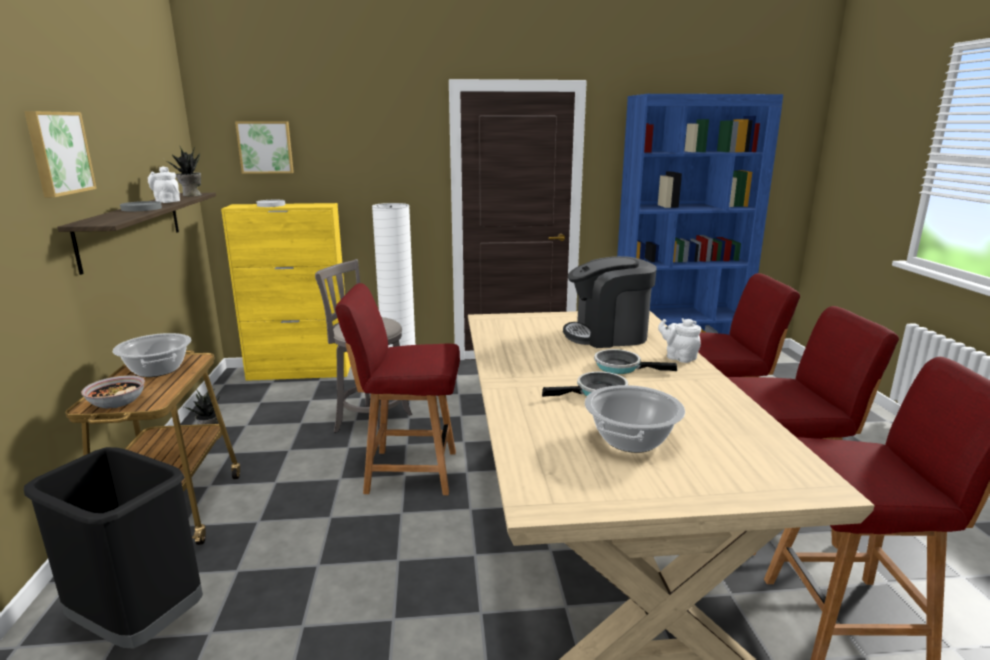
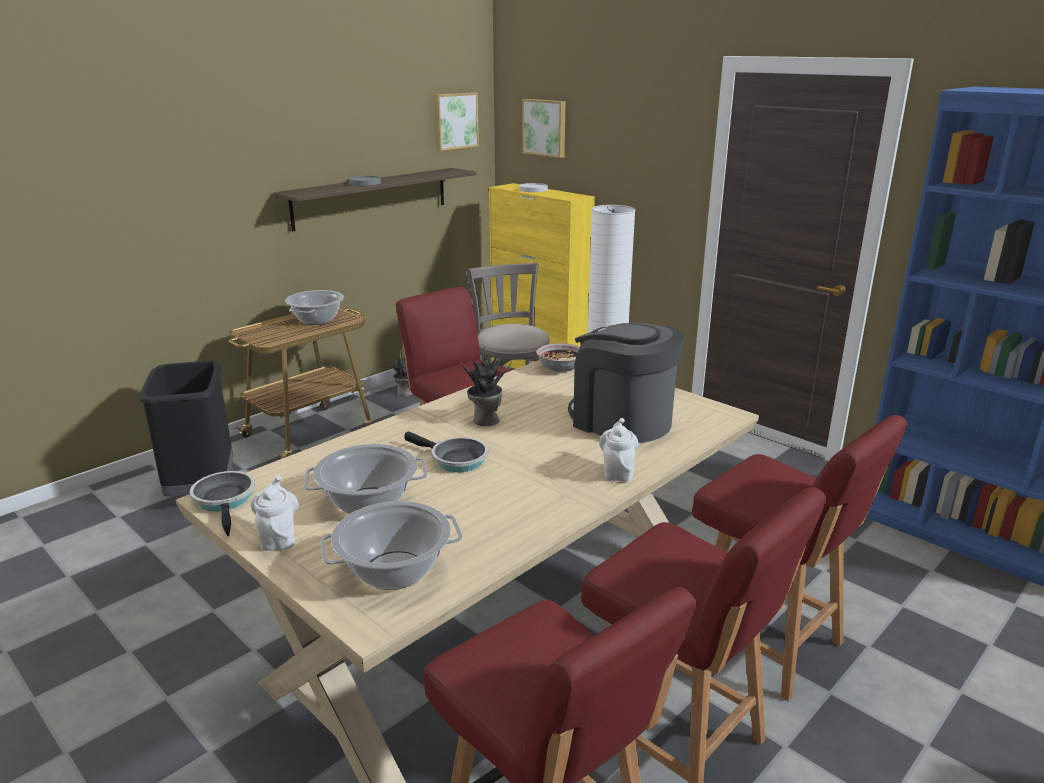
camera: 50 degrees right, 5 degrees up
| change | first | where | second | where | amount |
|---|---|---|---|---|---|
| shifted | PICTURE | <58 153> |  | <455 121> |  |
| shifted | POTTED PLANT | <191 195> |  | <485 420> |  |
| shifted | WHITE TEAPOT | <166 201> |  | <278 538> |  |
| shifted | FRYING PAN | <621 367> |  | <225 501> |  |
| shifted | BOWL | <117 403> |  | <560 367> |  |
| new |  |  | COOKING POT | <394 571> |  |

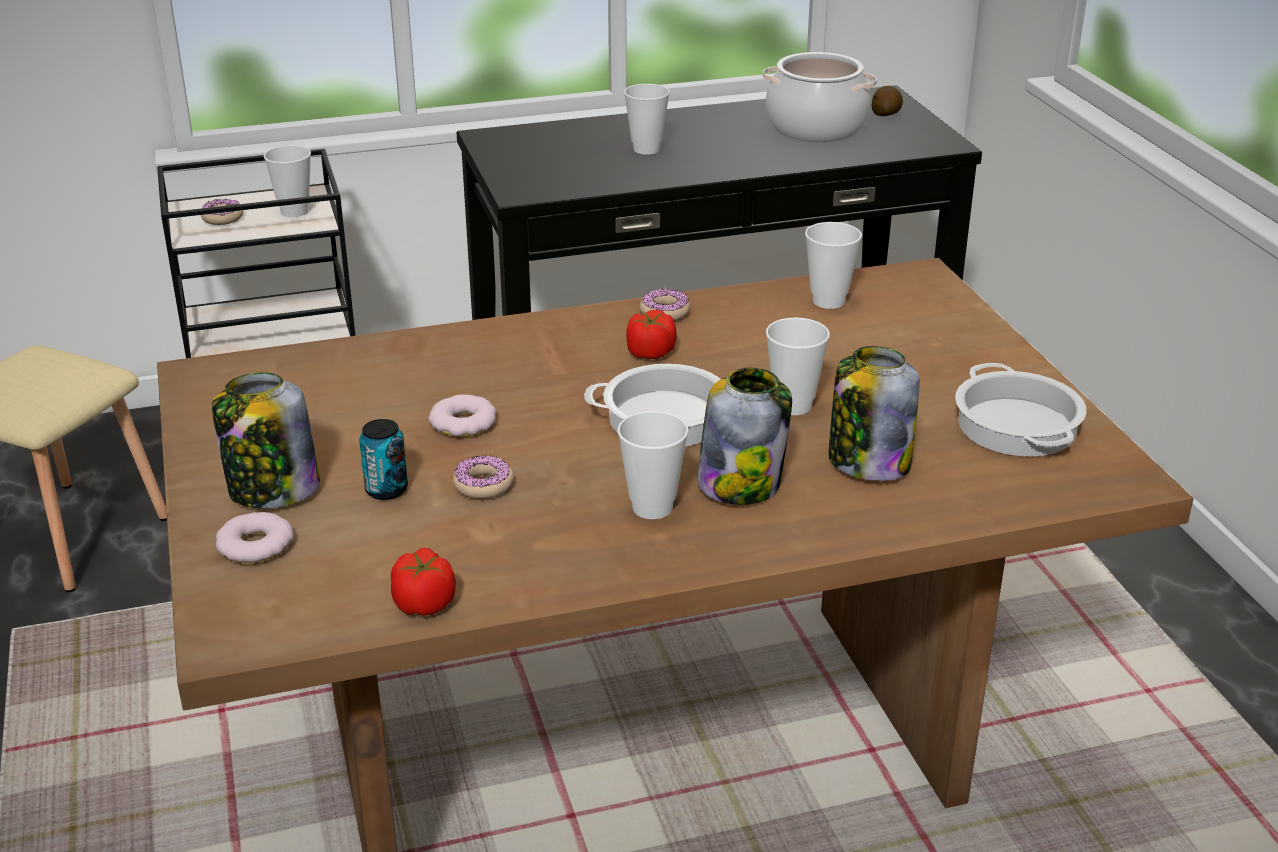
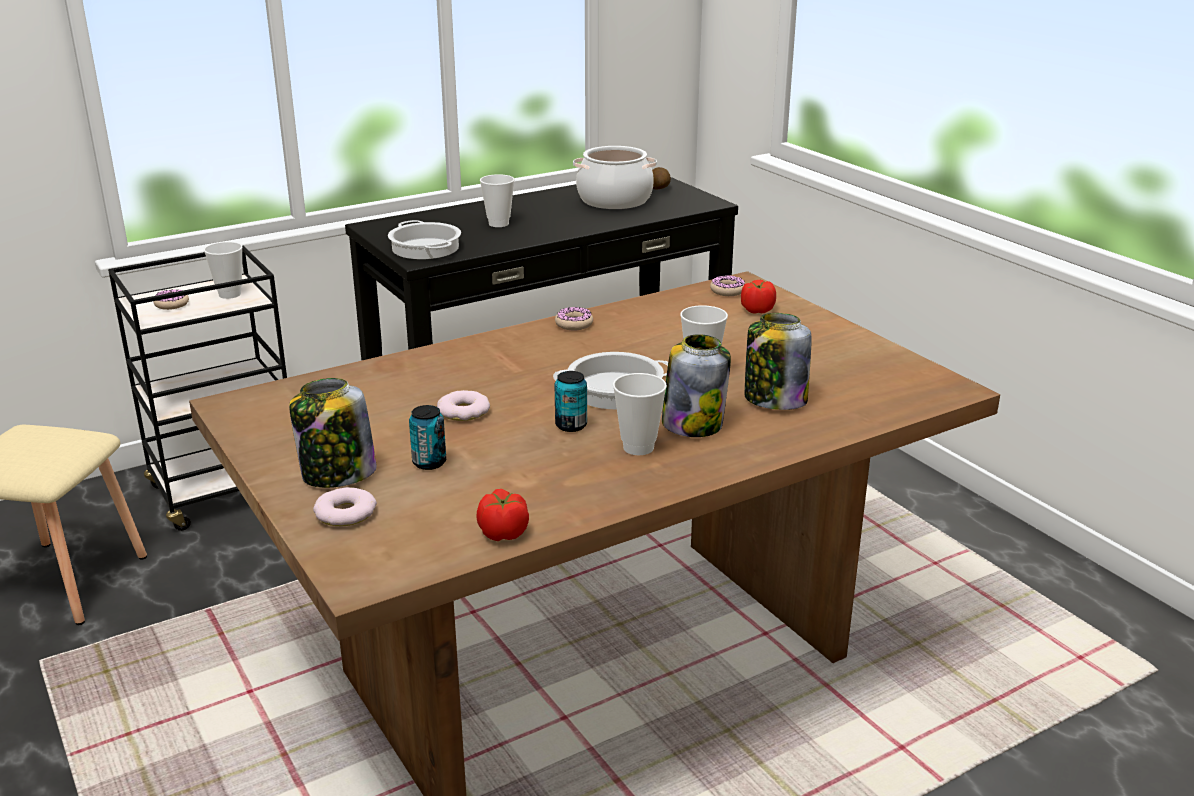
camera: 15 degrees left, 5 degrees down
| change | first | where | second | where | amount |
|---|---|---|---|---|---|
| gone | CUP | <828 301> |  |  |  |
| shifted | TOMATO | <650 353> |  | <757 310> |  |
| shifted | COOKING POT | <1018 426> |  | <426 248> |  |
| shifted | DONUT | <483 485> |  | <728 291> |  |
| new |  |  | CAN | <571 425> |  |

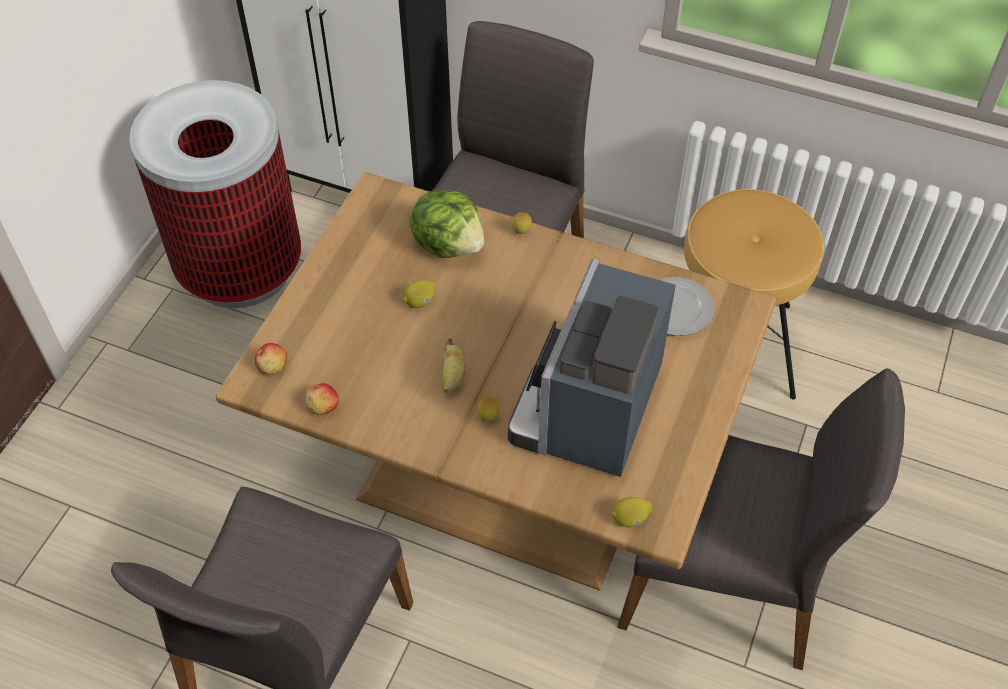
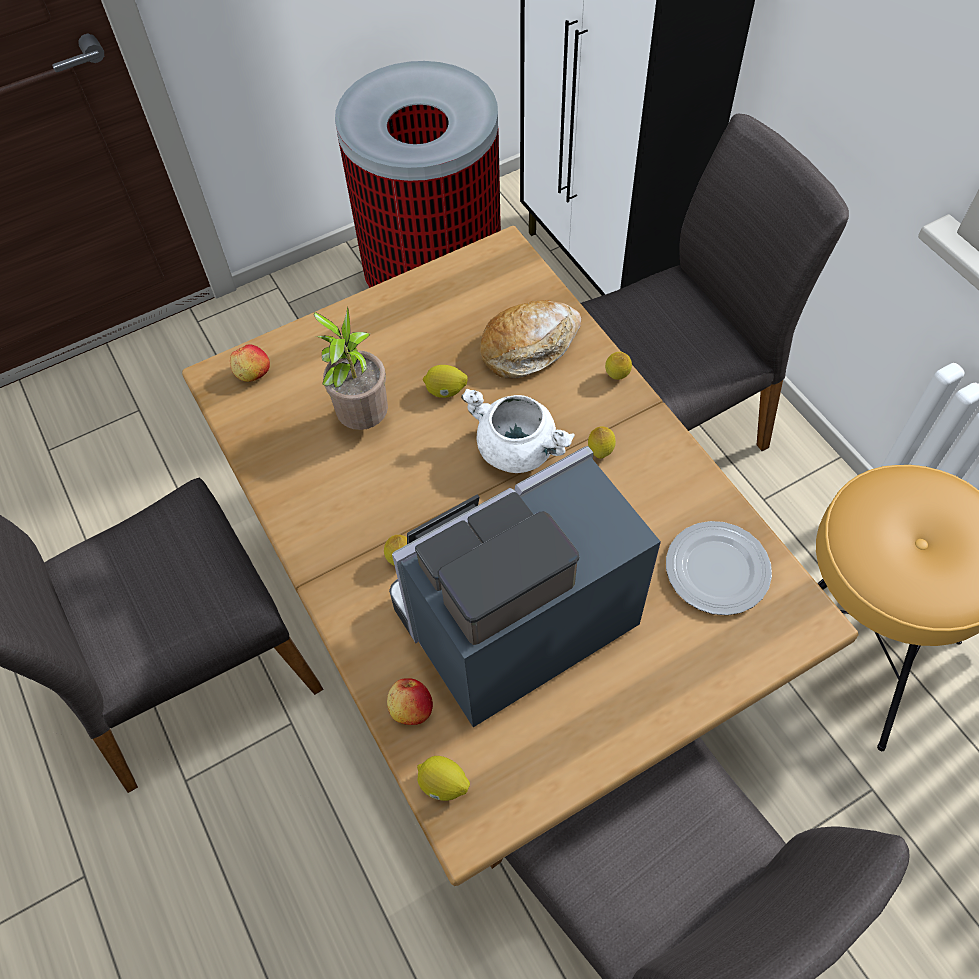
camera: 40 degrees right, 5 degrees up
| change | first | where | second | where | amount |
|---|---|---|---|---|---|
| swapped | LETTUCE | <449 244> | BREAD | <529 346> |  |
| gone | BANANA | <453 376> |  |  |  |
| shifted | APPLE | <323 407> |  | <411 708> |  |
| new |  |  | POTTED PLANT | <362 419> |  |
| new |  |  | WHITE COOKING POT | <518 449> |  |
| new |  |  | LEMON | <600 452> |  |

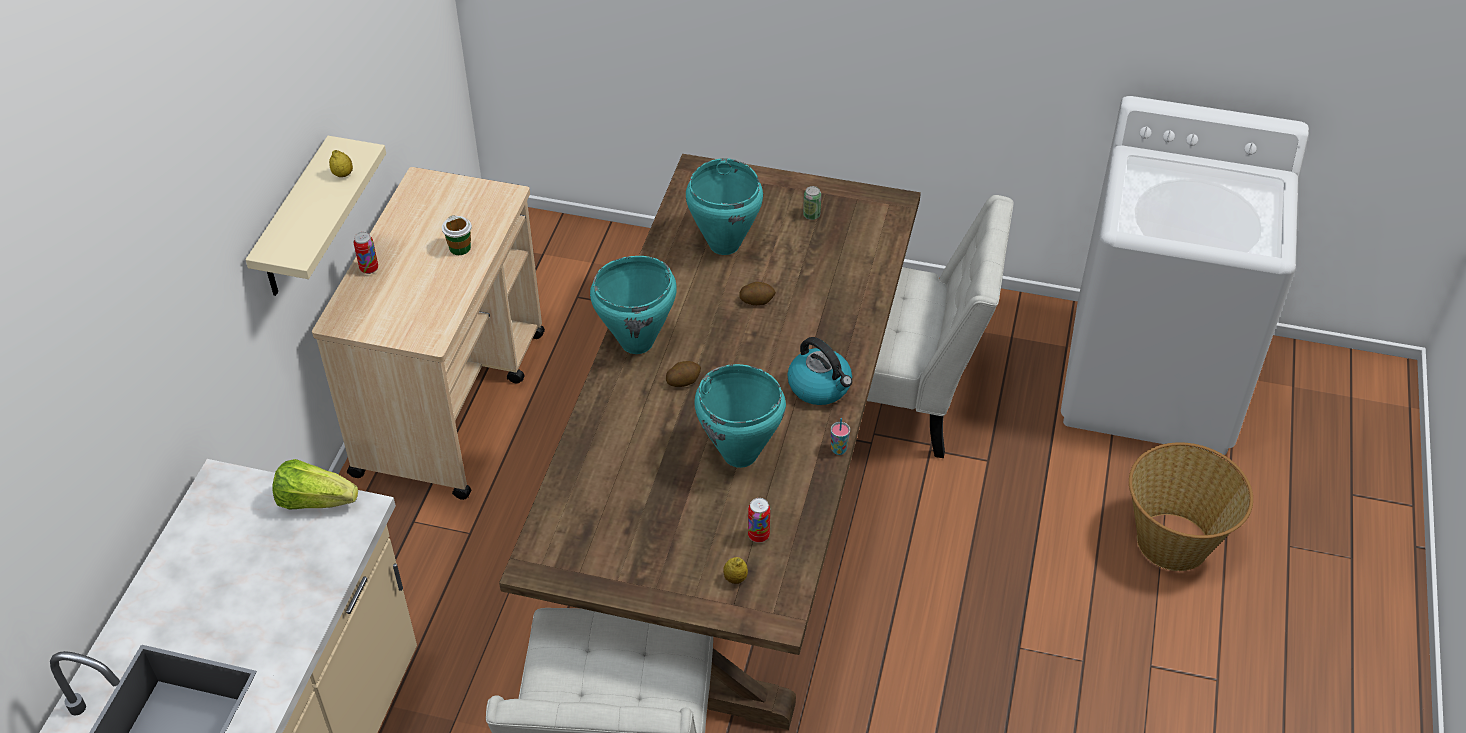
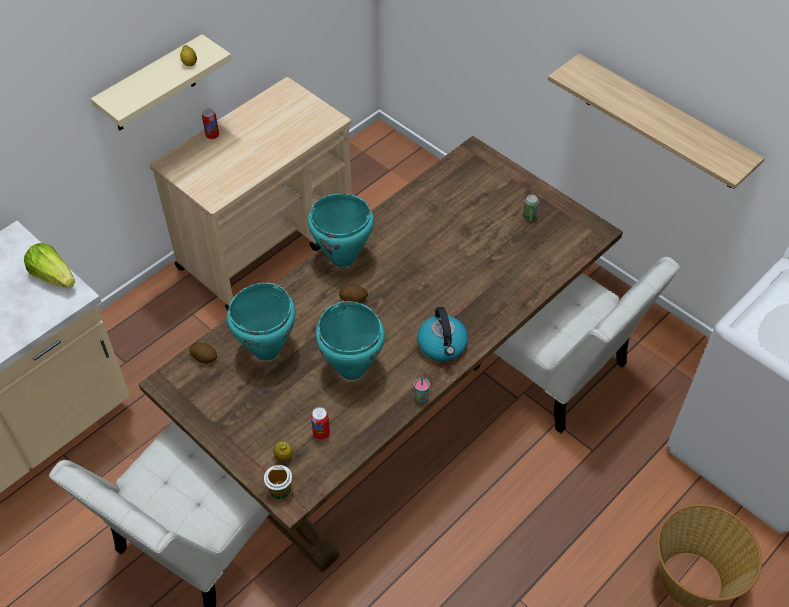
camera: 30 degrees right, 5 degrees up
| change | first | where | second | where | amount |
|---|---|---|---|---|---|
| shifted | TURQUOISE COOKING POT | <723 245> |  | <266 350> |  |
| shifted | CUP | <460 248> |  | <280 490> |  |
| shifted | POTATO | <757 300> |  | <204 357> |  |
| new |  |  | SHELF | <662 123> |  |

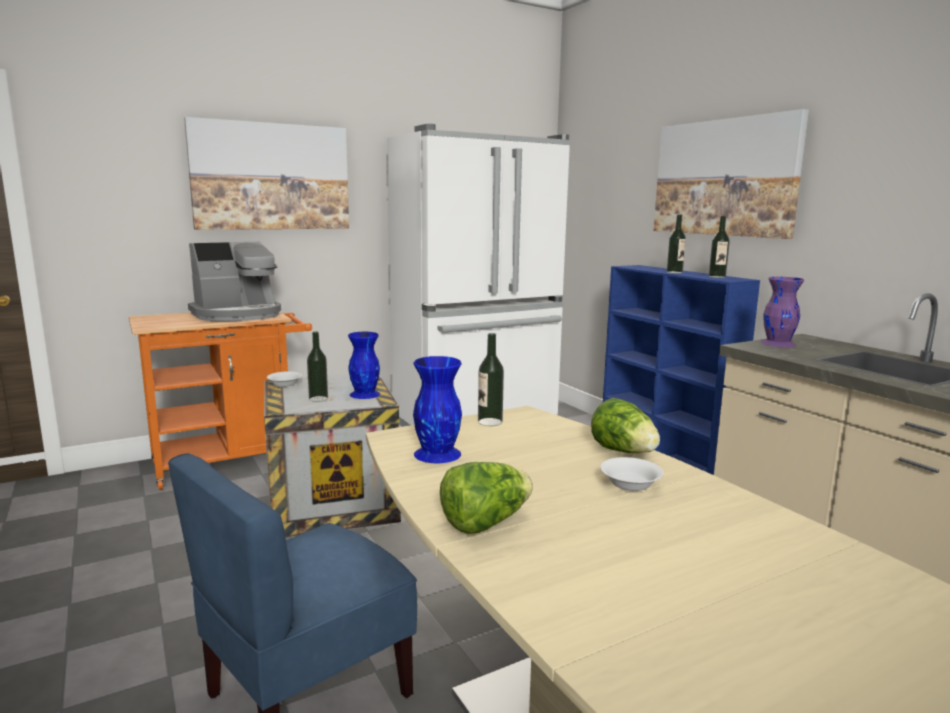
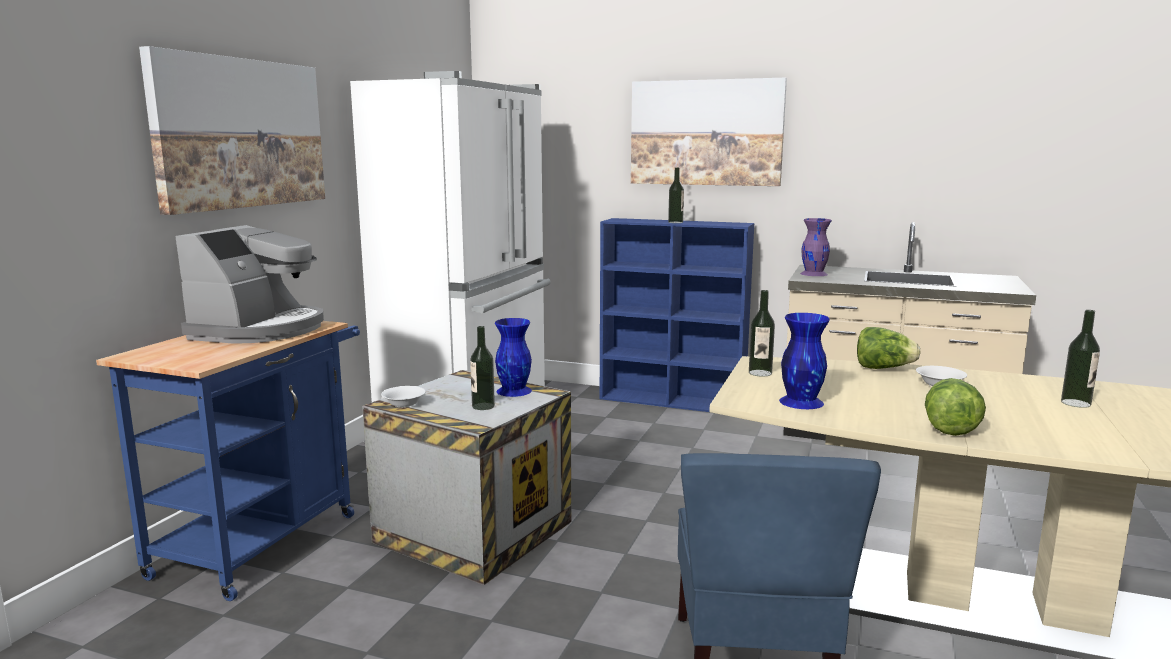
camera: 40 degrees left, 0 degrees up
| change | first | where | second | where | amount |
|---|---|---|---|---|---|
| shifted | BOTTLE | <717 277> |  | <1075 403> |  |
| repainted | ORANGE CART | <232 462> | BLUE CART | <264 539> |  |

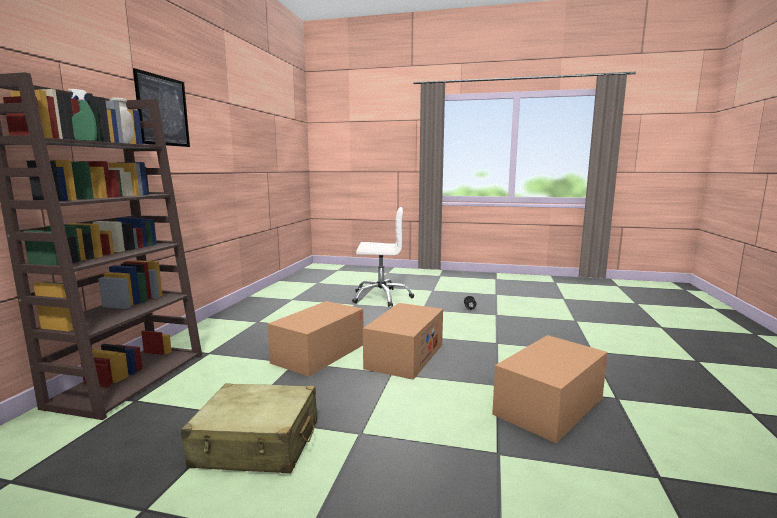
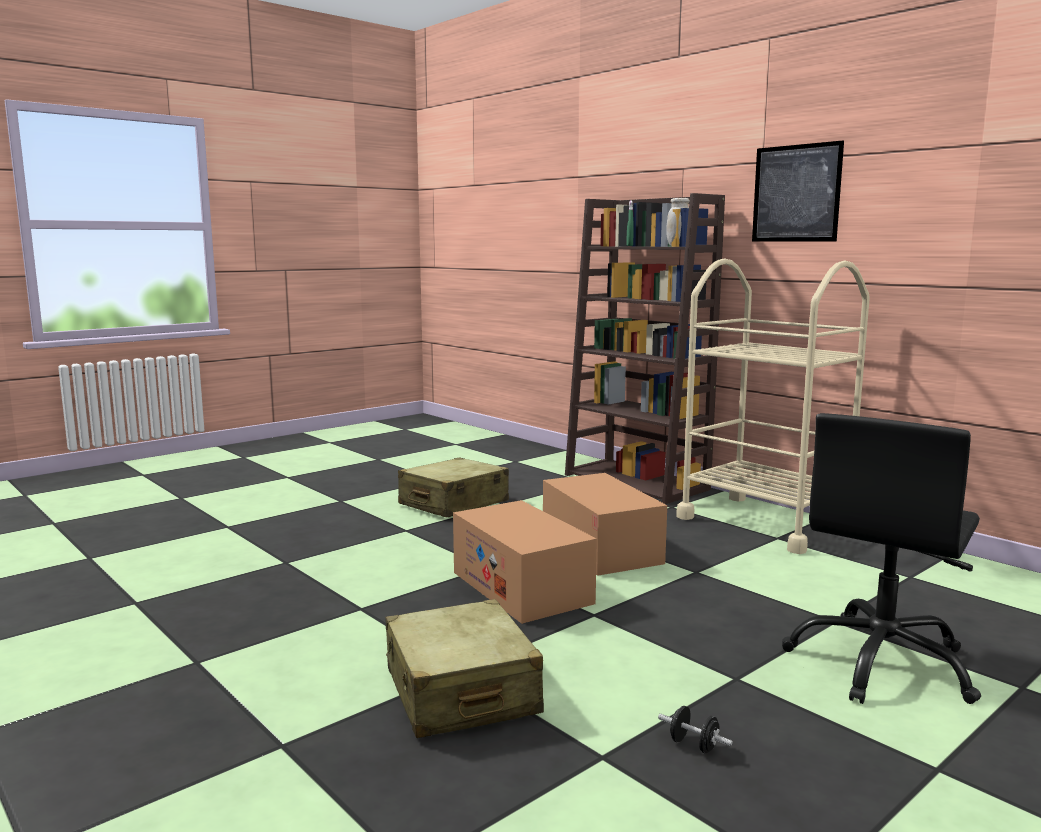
camera: 125 degrees right, 0 degrees up
| change | first | where | second | where | amount |
|---|---|---|---|---|---|
| repainted | WHITE OFFICE CHAIR | <381 297> | BLACK OFFICE CHAIR | <881 663> |  |
| gone | CARDBOARD BOX | <549 406> |  |  |  |
| new |  |  | BEIGE CART | <764 523> |  |
| new |  |  | BEIGE SUITCASE | <460 692> |  |

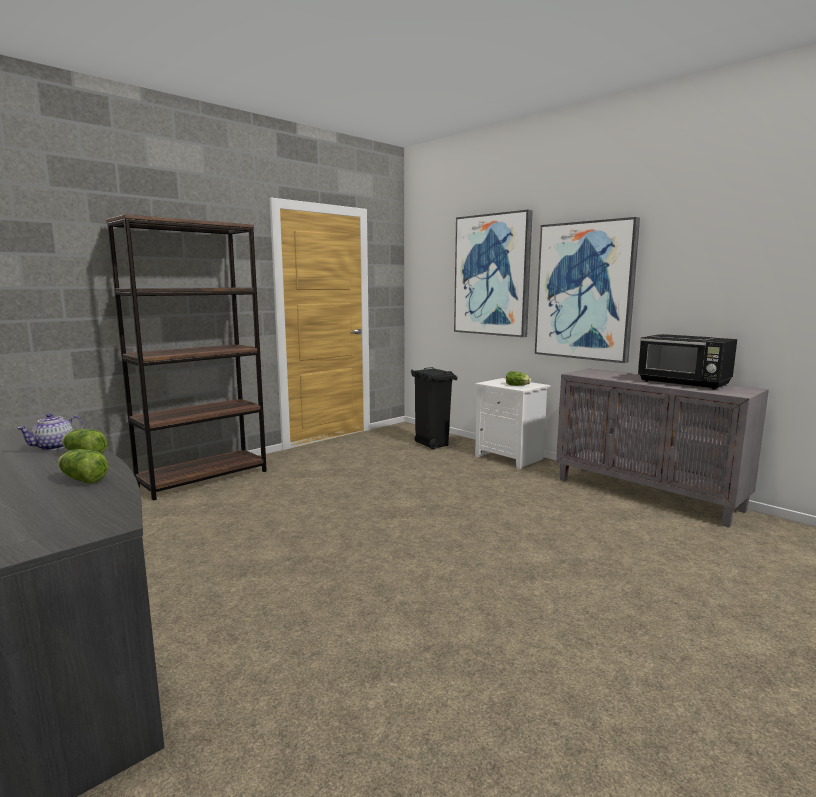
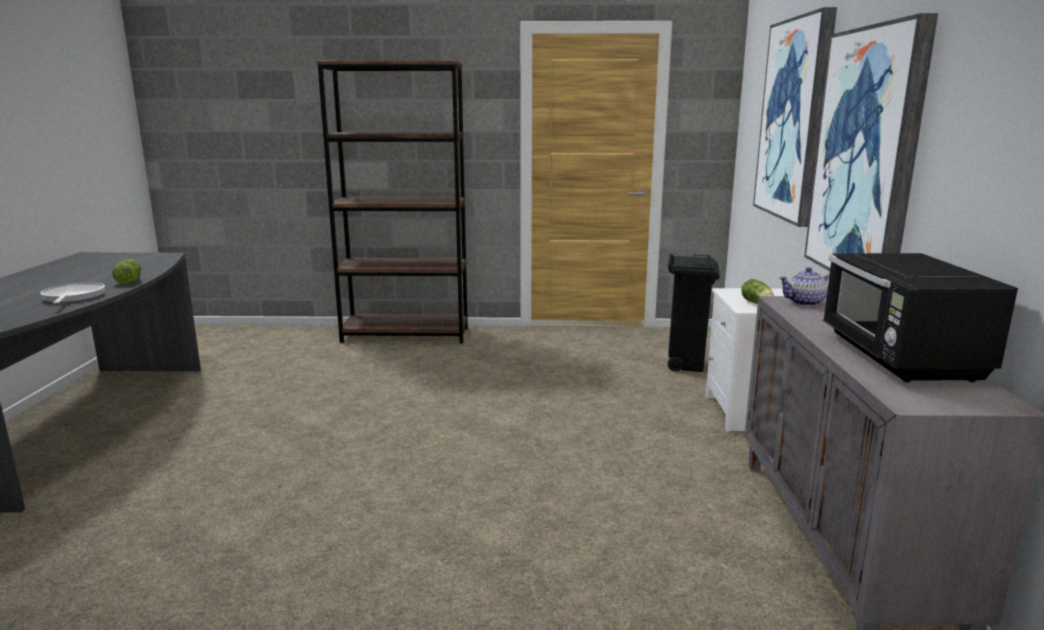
camera: 45 degrees right, 5 degrees up
| change | first | where | second | where | amount |
|---|---|---|---|---|---|
| shifted | TEAPOT | <54 447> |  | <805 303> |  |
| swapped | LETTUCE | <82 479> | FRYING PAN | <73 297> |  |

